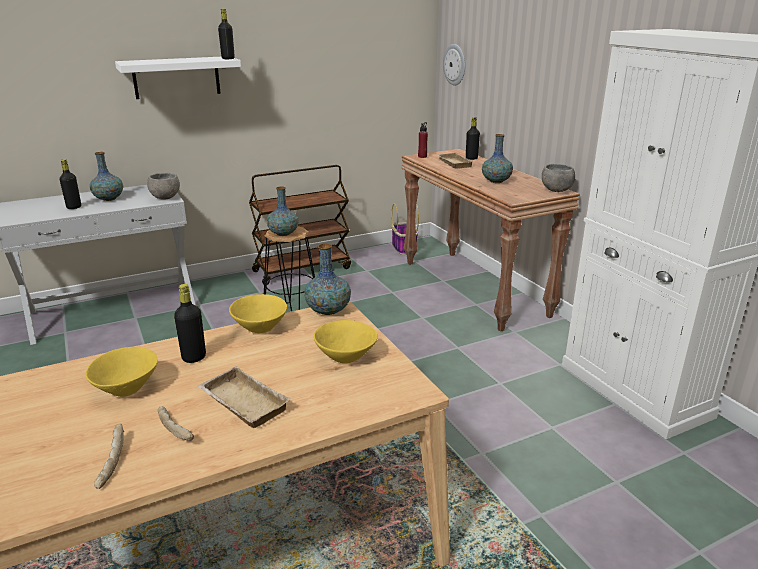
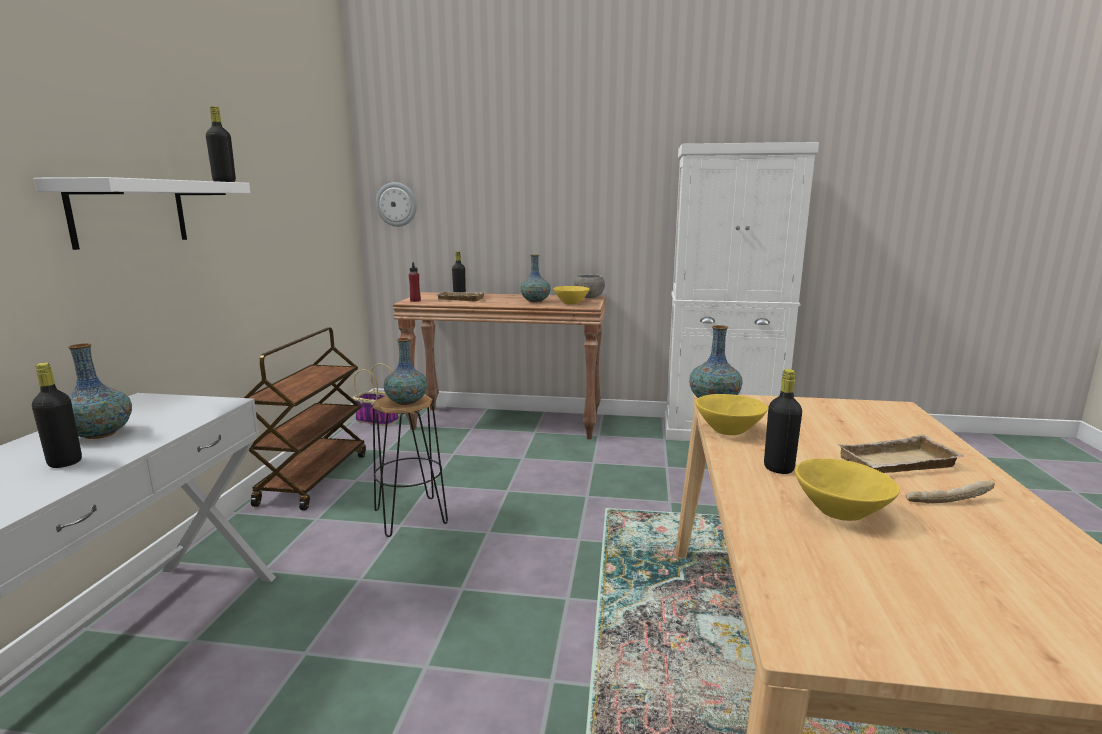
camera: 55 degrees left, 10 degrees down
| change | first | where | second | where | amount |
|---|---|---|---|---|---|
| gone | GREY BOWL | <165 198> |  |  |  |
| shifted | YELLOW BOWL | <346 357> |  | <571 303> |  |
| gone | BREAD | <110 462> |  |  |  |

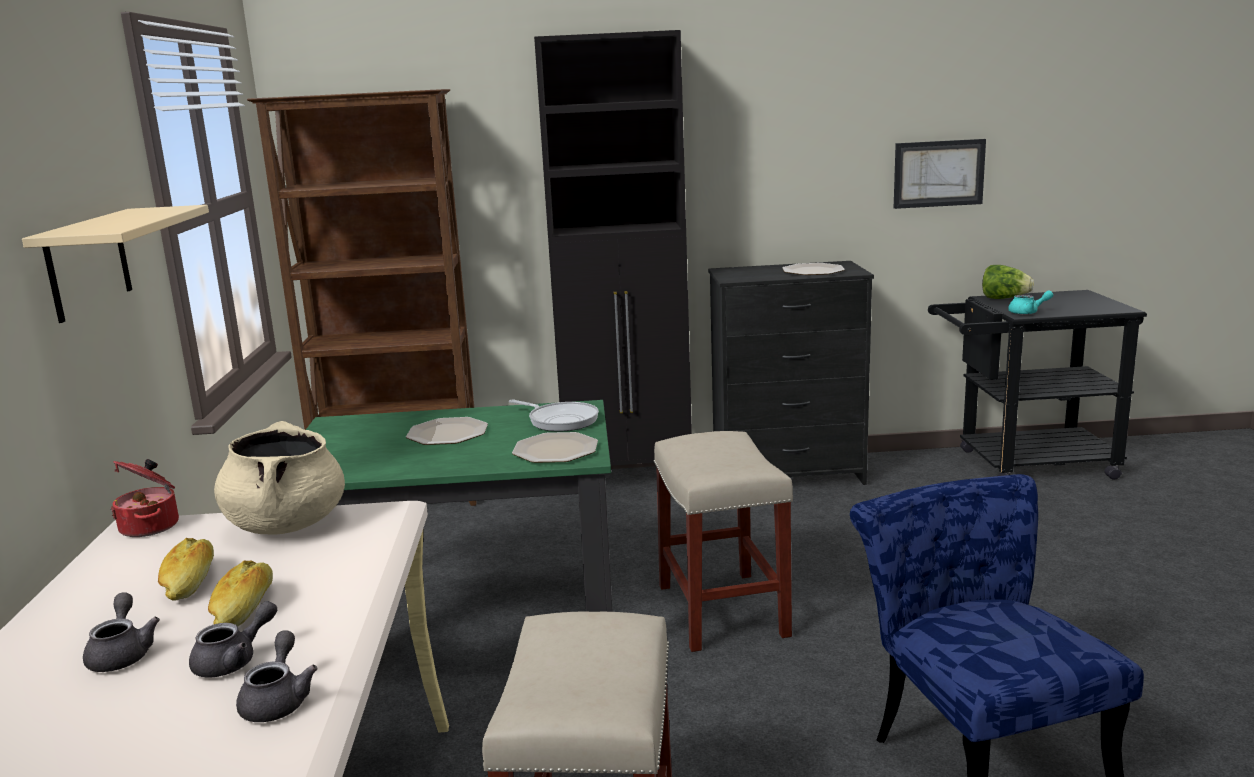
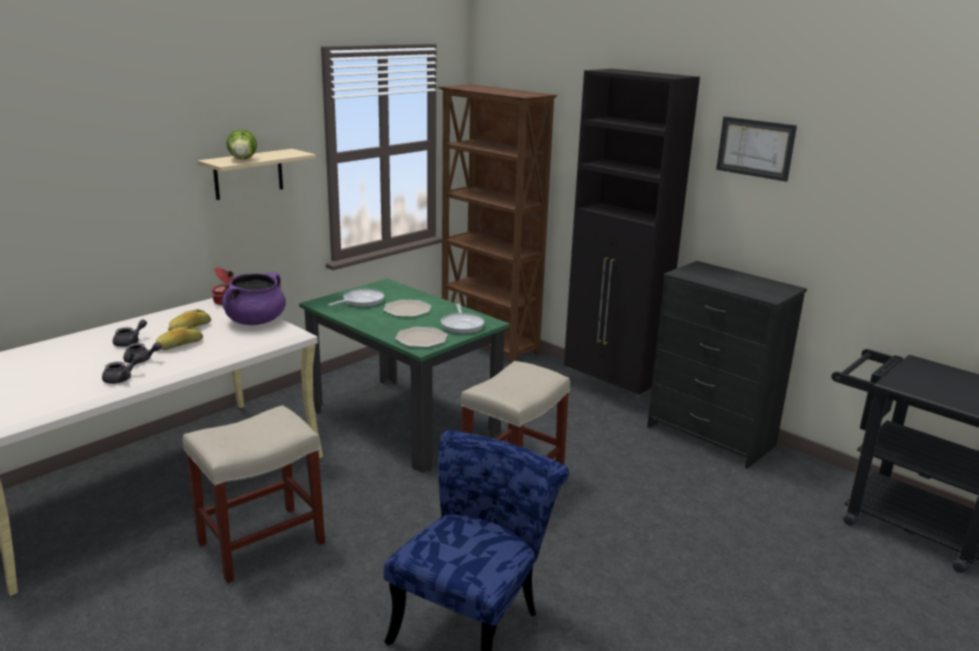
camera: 45 degrees right, 5 degrees up
| change | first | where | second | where | amount |
|---|---|---|---|---|---|
| shifted | PICTURE | <938 173> |  | <755 148> |  |
| gone | PLATE | <813 271> |  |  |  |
| shifted | LETTUCE | <1004 298> |  | <243 160> |  |
| gone | TURQUOISE TEAPOT | <1027 312> |  |  |  |
| repainted | BEIGE COOKING POT | <286 524> | PURPLE COOKING POT | <256 321> |  |
| new |  |  | FRYING PAN | <361 301> |  |

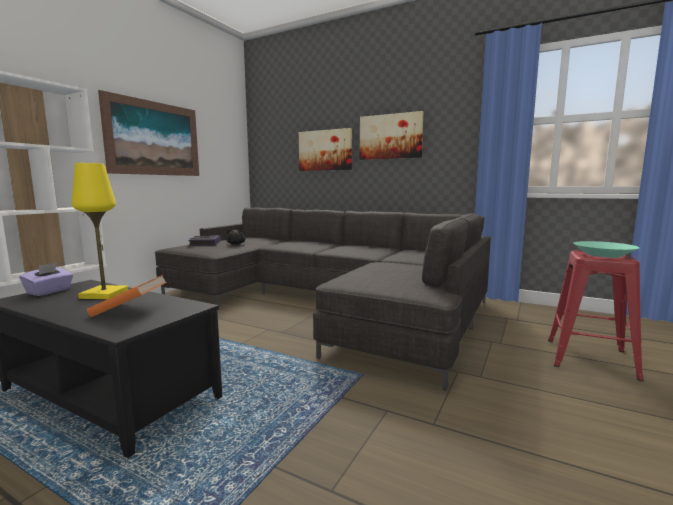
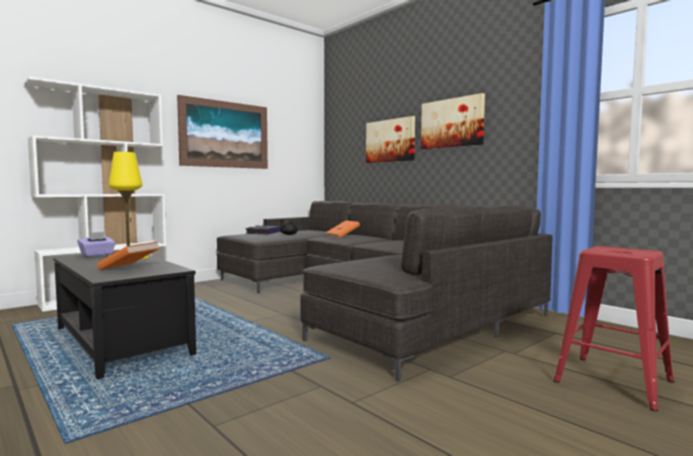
camera: 20 degrees right, 5 degrees down
| change | first | where | second | where | amount |
|---|---|---|---|---|---|
| gone | TURQUOISE BOWL | <603 255> |  |  |  |
| new |  |  | ORANGE BOOK | <342 236> |  |

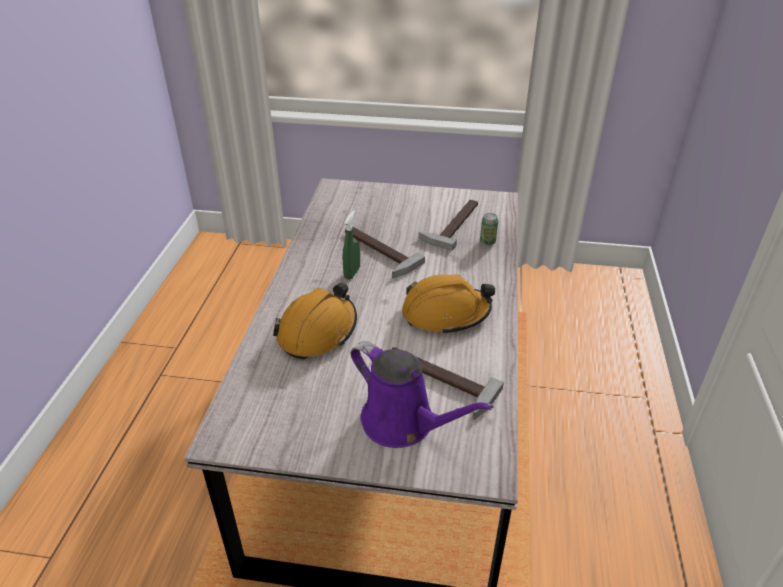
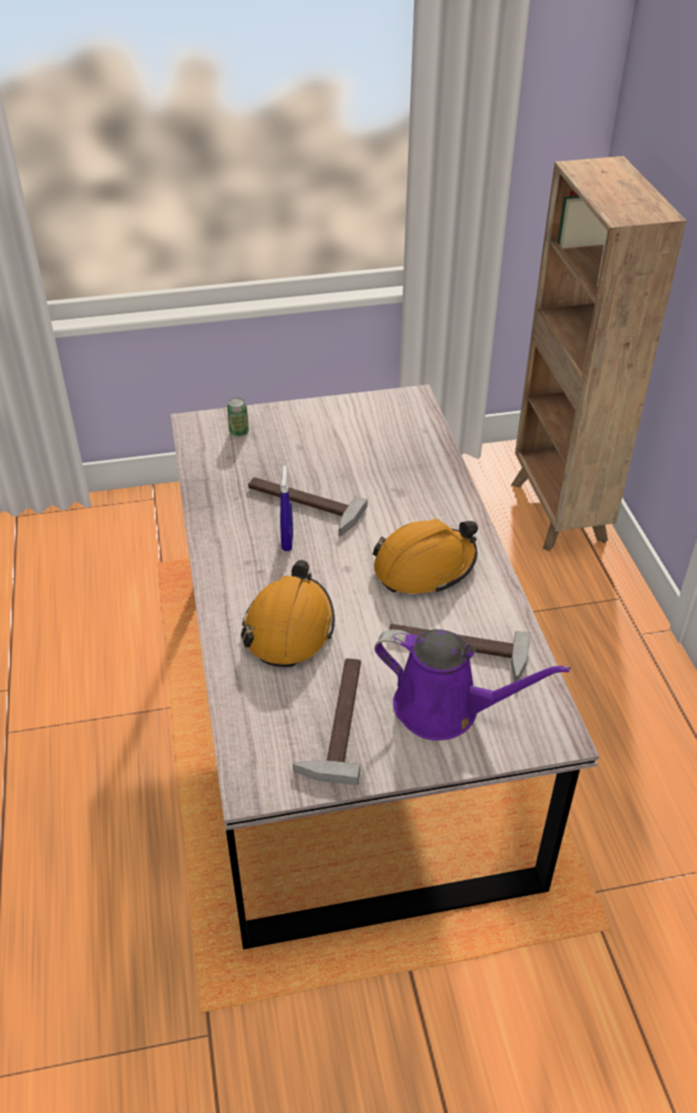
camera: 20 degrees left, 5 degrees up
| change | first | where | second | where | amount |
|---|---|---|---|---|---|
| shifted | HAMMER | <452 223> |  | <335 719> |  |
| repainted | GREEN SPRAY BOTTLE | <352 273> | BLUE SPRAY BOTTLE | <287 541> |  |
| shifted | CAN | <487 242> |  | <239 432> |  |
| new |  |  | BROWN BOOKCASE | <558 513> |  |

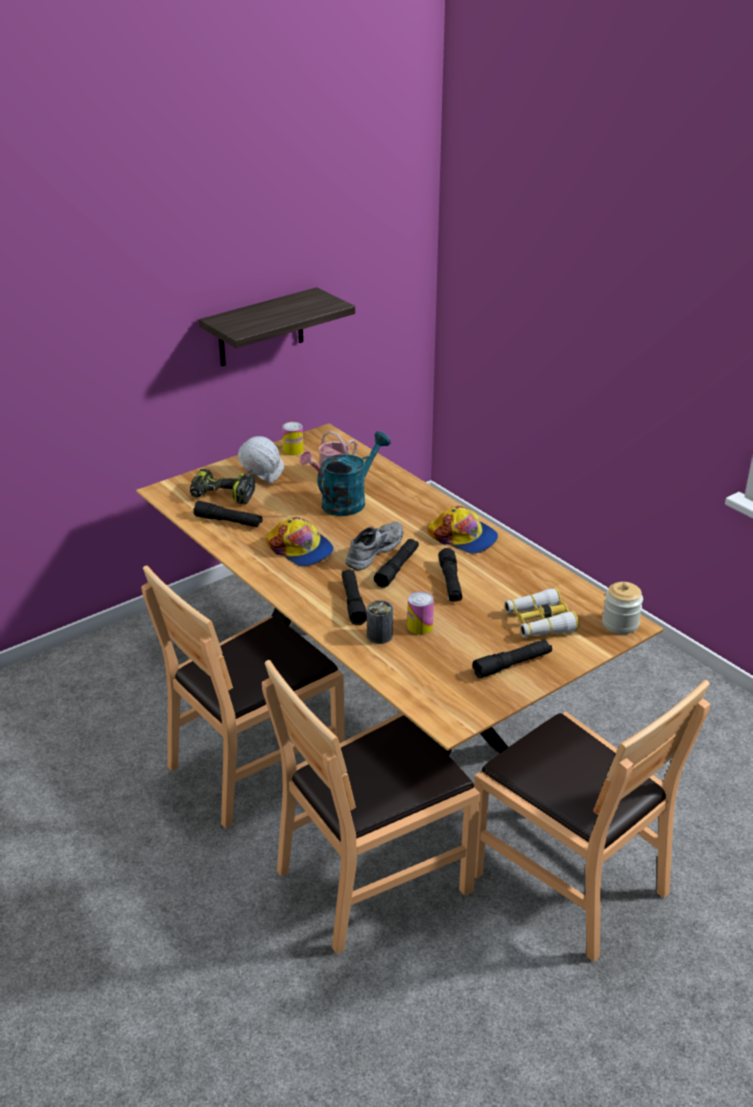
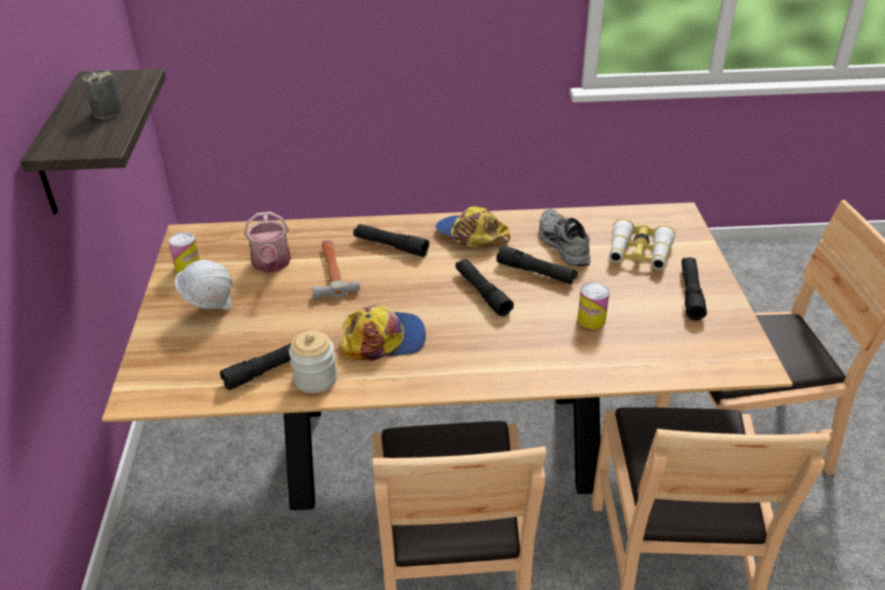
camera: 55 degrees left, 5 degrees up
| change | first | where | second | where | amount |
|---|---|---|---|---|---|
| swapped | TURQUOISE WATERING CAN | <349 500> | HAMMER | <331 271> |  |
| gone | POWER DRILL | <221 496> |  |  |  |
| rotated | CAP | <463 537> |  | <471 235> | 120 degrees counterclockwise |
| shifted | GREY SHOE | <373 550> |  | <561 244> |  |
| shifted | BLACK FLASHLIGHT | <353 602> |  | <390 246> |  |
| shifted | JAR | <620 624> |  | <315 379> |  |
| shifted | CAN | <379 636> |  | <108 112> |  |

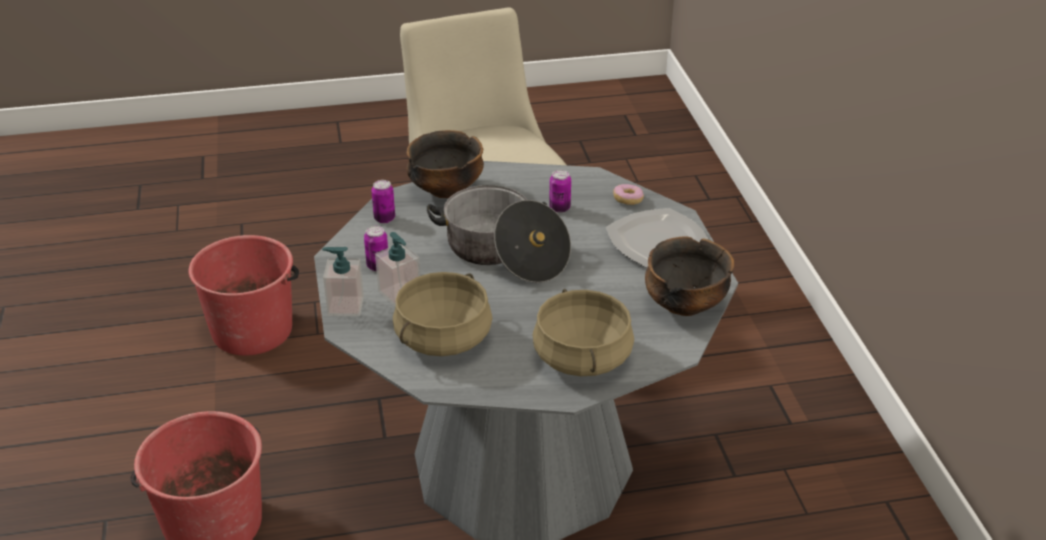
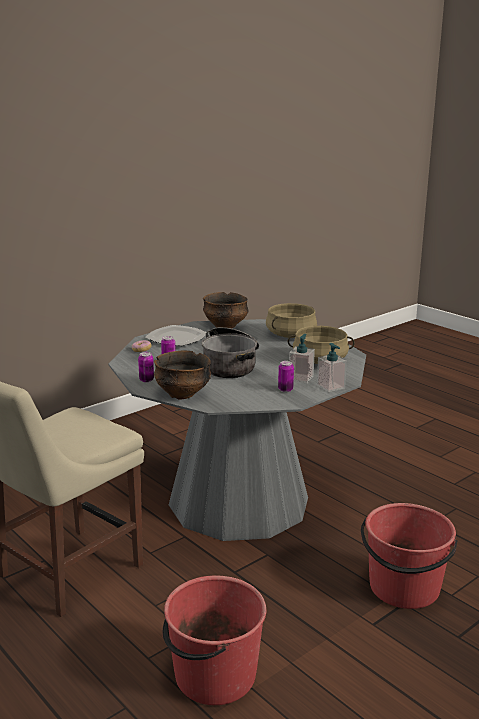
camera: 120 degrees left, 15 degrees down
| change | first | where | second | where | amount |
|---|---|---|---|---|---|
| shifted | CAN | <384 218> |  | <146 380> |  |

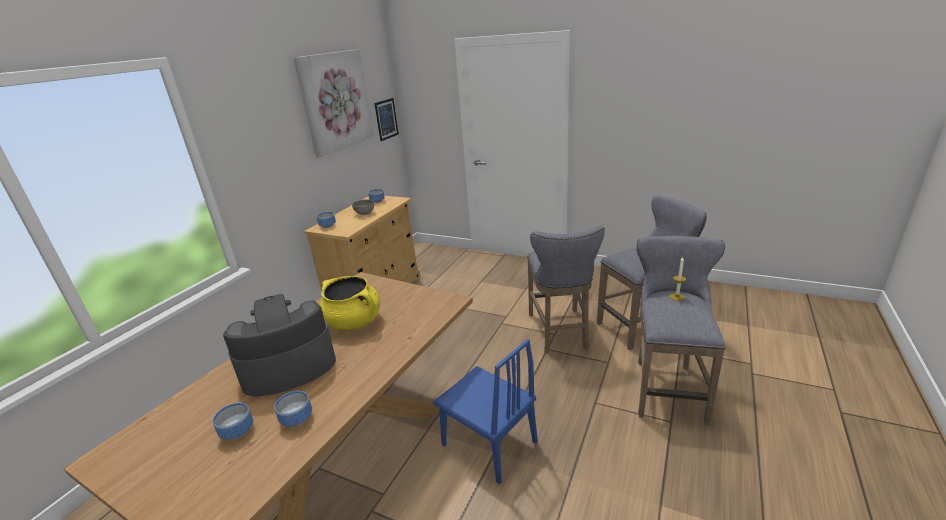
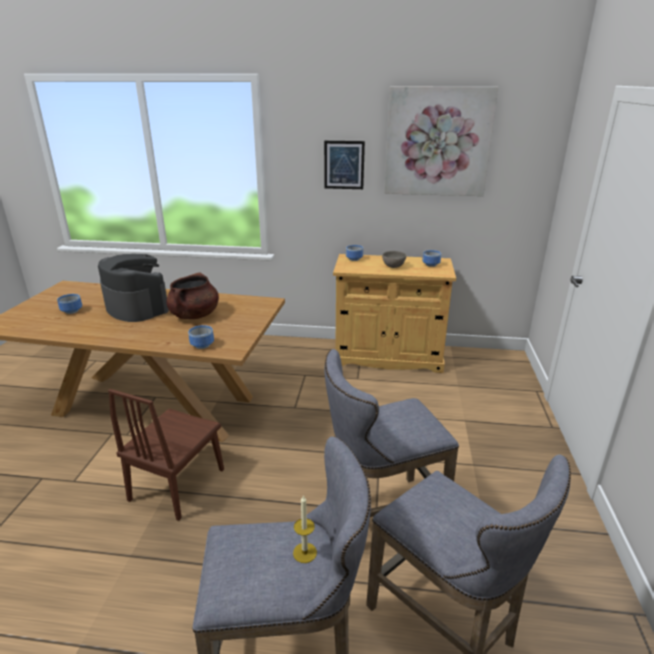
camera: 70 degrees right, 0 degrees up
| change | first | where | second | where | amount |
|---|---|---|---|---|---|
| shifted | PICTURE | <386 119> |  | <344 165> |  |
| repainted | YELLOW COOKING POT | <354 322> | BROWN COOKING POT | <194 315> |  |
| repainted | BLUE CHAIR | <489 443> | BROWN CHAIR | <177 484> |  |
| shifted | BOWL | <296 418> |  | <203 345> |  |

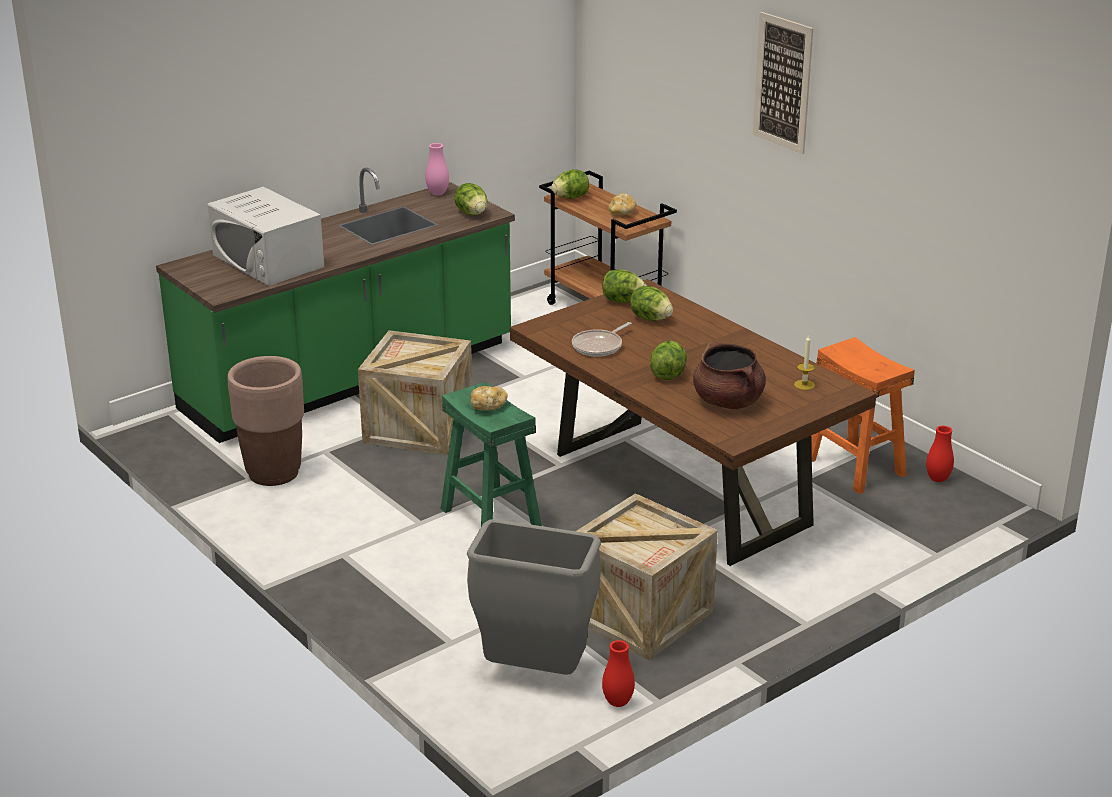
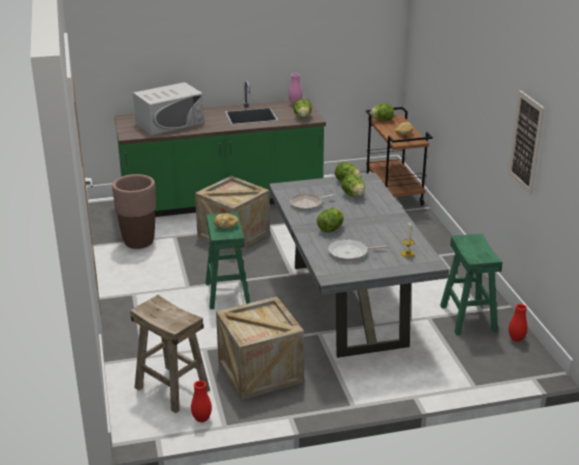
camera: 25 degrees right, 0 degrees up
| change | first | where | second | where | amount |
|---|---|---|---|---|---|
| shifted | PICTURE | <782 82> |  | <526 142> |  |
| rotated | WHITE MICROWAVE | <268 261> |  | <170 123> | 105 degrees counterclockwise |
| repainted | BROWN DINING TABLE | <682 490> | GREY DINING TABLE | <349 305> |  |
| repainted | ORANGE STOOL | <856 467> | GREEN STOOL | <468 318> |  |
| swapped | BROWN COOKING POT | <728 402> | FRYING PAN | <350 253> |  |
| swapped | GREY TRASH CAN | <534 674> | BEIGE STOOL | <171 389> |  |

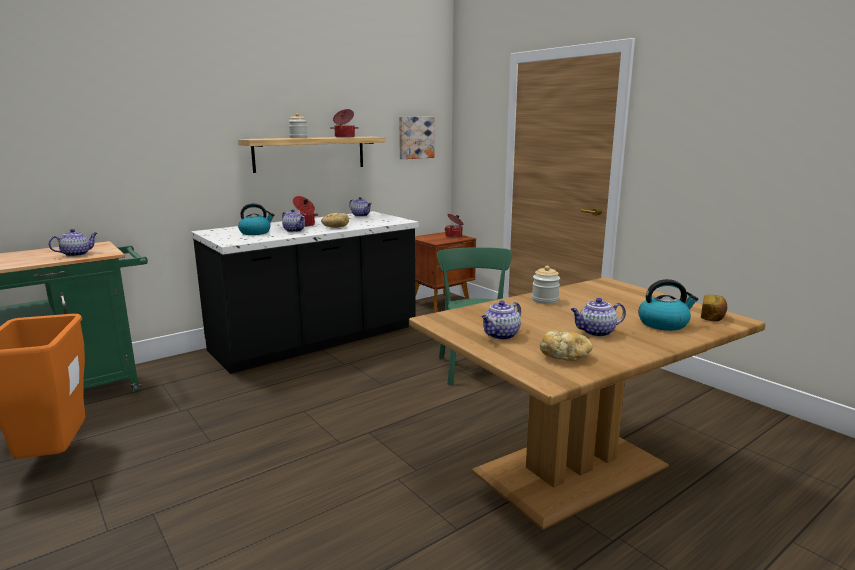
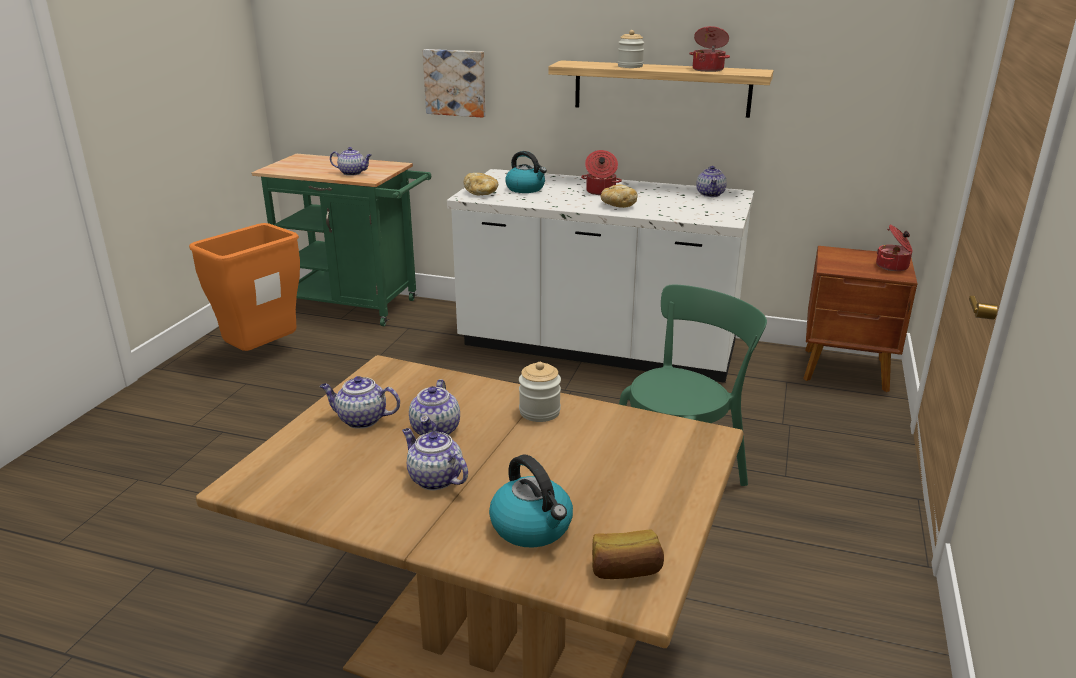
camera: 55 degrees right, 10 degrees up
| change | first | where | second | where | amount |
|---|---|---|---|---|---|
| shifted | PICTURE | <415 137> |  | <455 82> |  |
| shifted | TEAPOT | <294 230> |  | <436 430> |  |
| repainted | BLACK COUNTER | <316 340> | WHITE COUNTER | <597 347> |  |
| shifted | BREAD | <564 356> |  | <481 193> |  |

